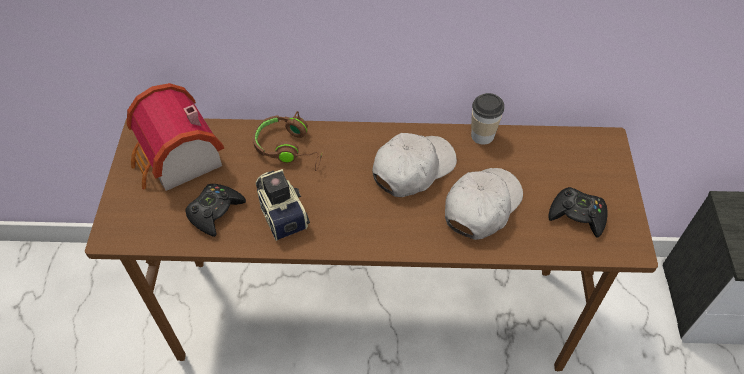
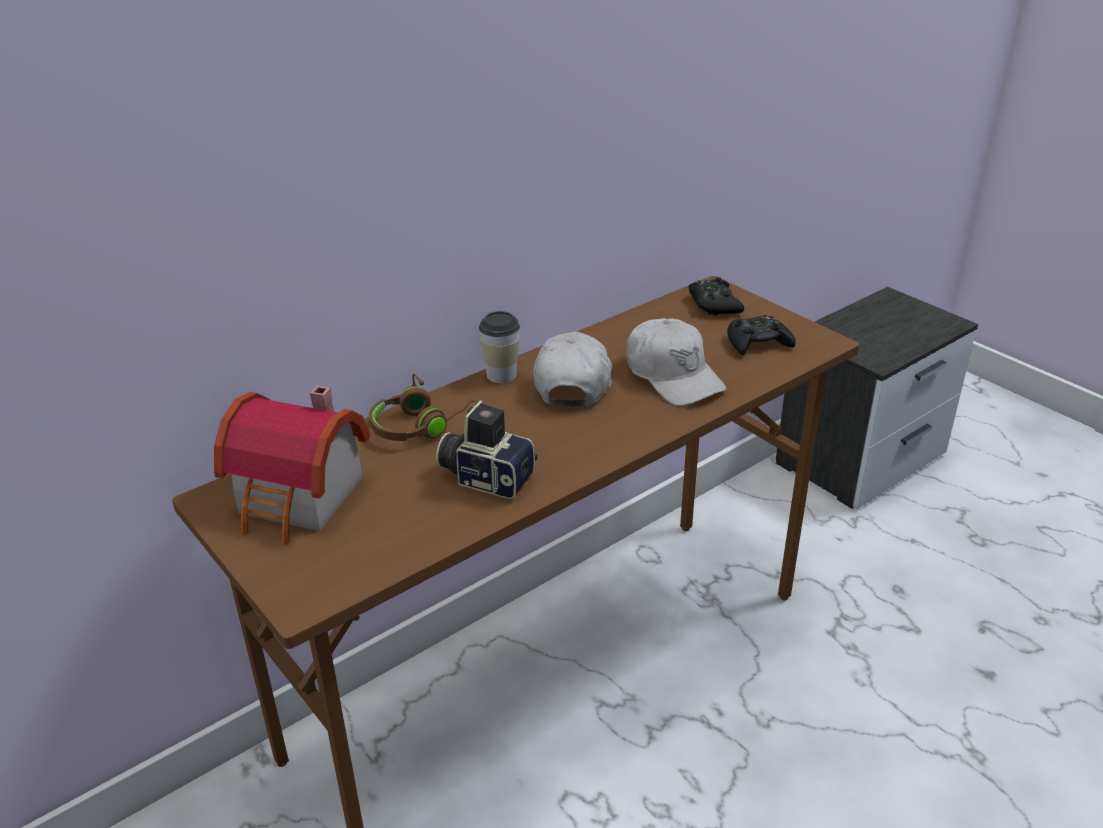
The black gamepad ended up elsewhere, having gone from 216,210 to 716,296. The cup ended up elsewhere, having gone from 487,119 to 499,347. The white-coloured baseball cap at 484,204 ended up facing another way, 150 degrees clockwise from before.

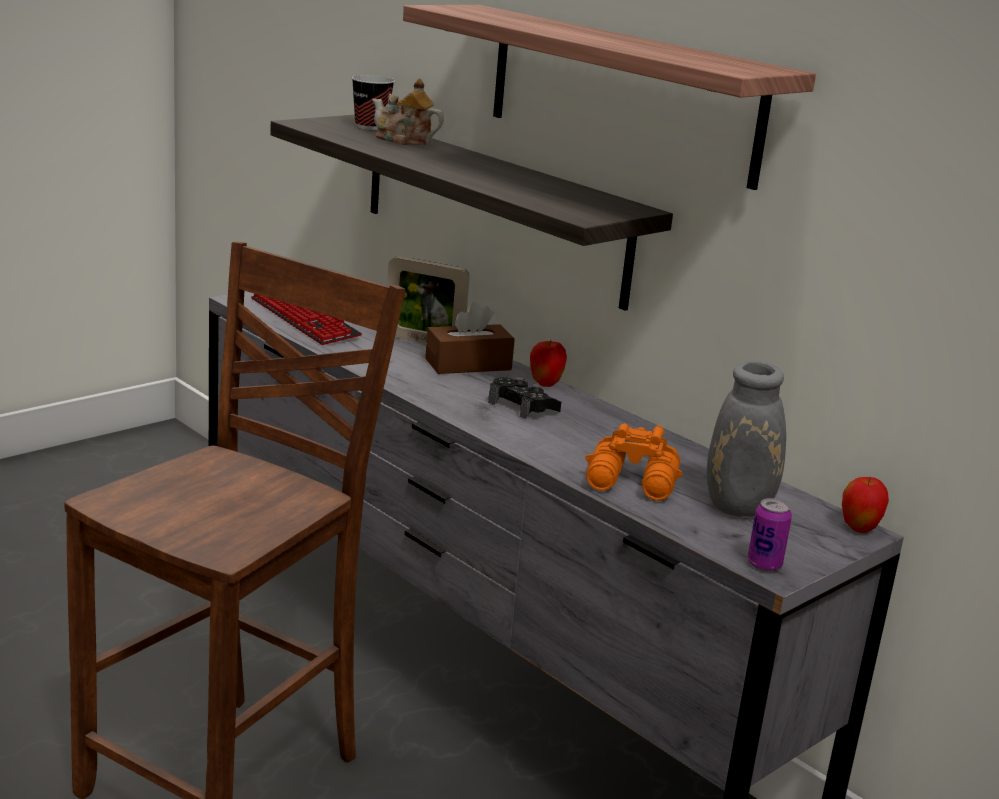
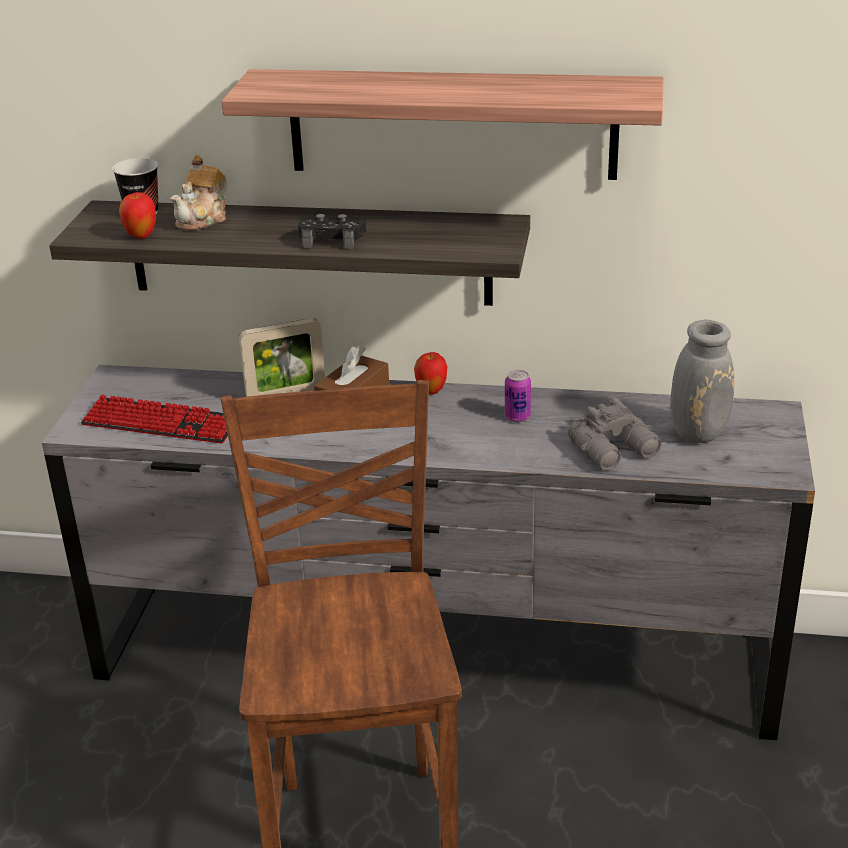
The black gamepad ended up elsewhere, having gone from 524,398 to 332,231. The sealed can ended up elsewhere, having gone from 769,534 to 518,396. The apple ended up elsewhere, having gone from 865,505 to 137,215. What was the orange-coloured field glasses at 634,462 turned into the gray field glasses at 614,433. The pot for tea at 408,111 ended up facing another way, 45 degrees counterclockwise from before.

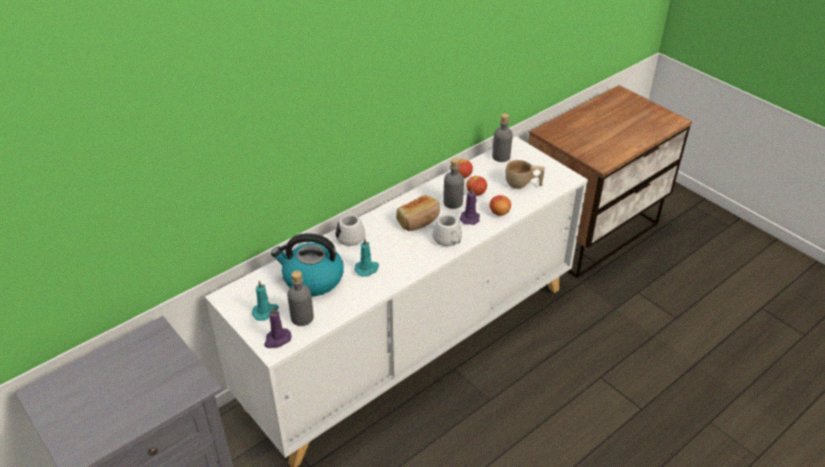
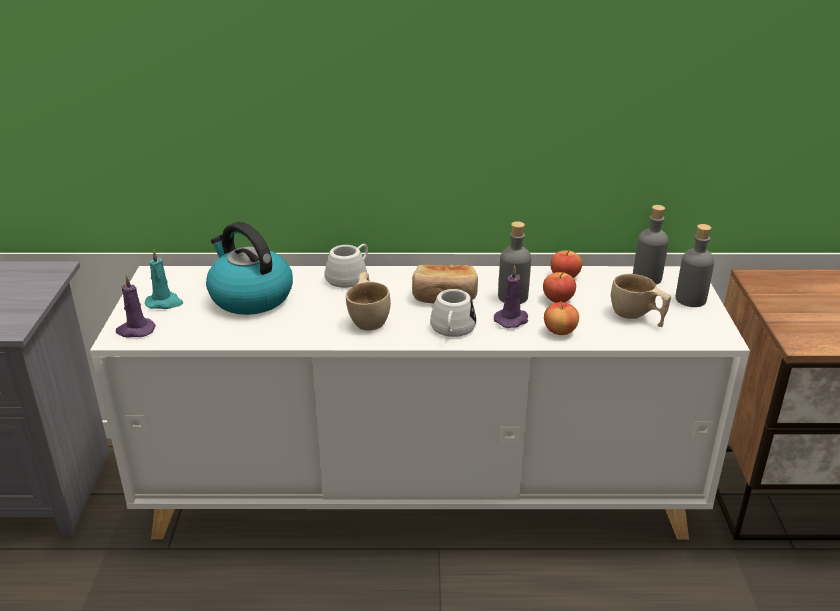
The second view lost the turquoise-coloured wax light at 366,257. The second view gained the sand-coloured cup at 368,301. The gray bottle ended up elsewhere, having gone from 300,298 to 695,265.

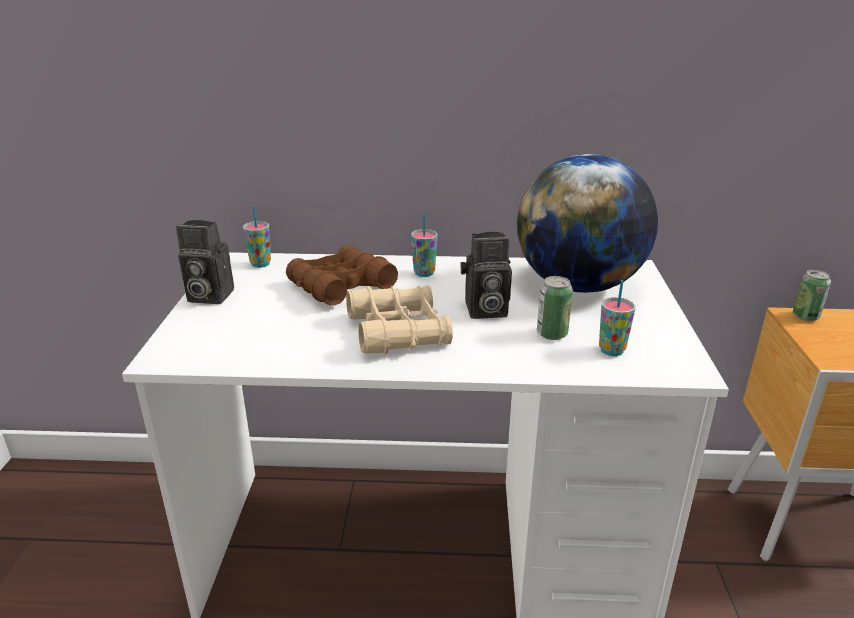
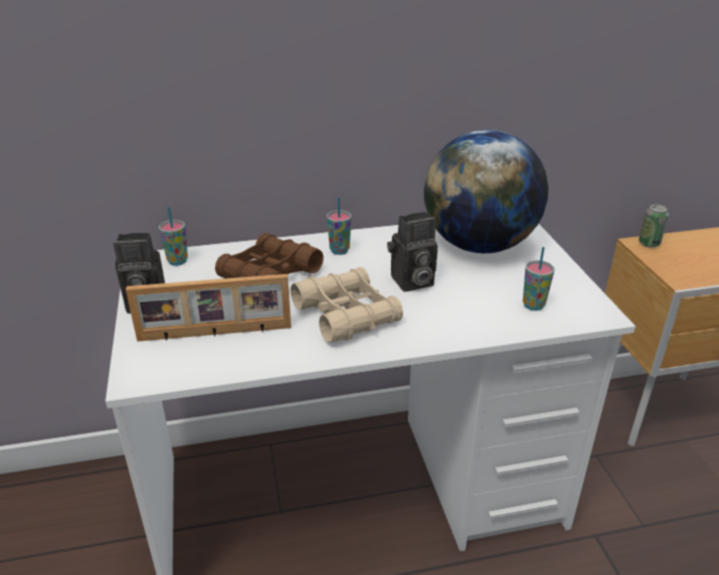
The second view lost the sealed can at 555,308. The second view gained the photo frame at 208,307.

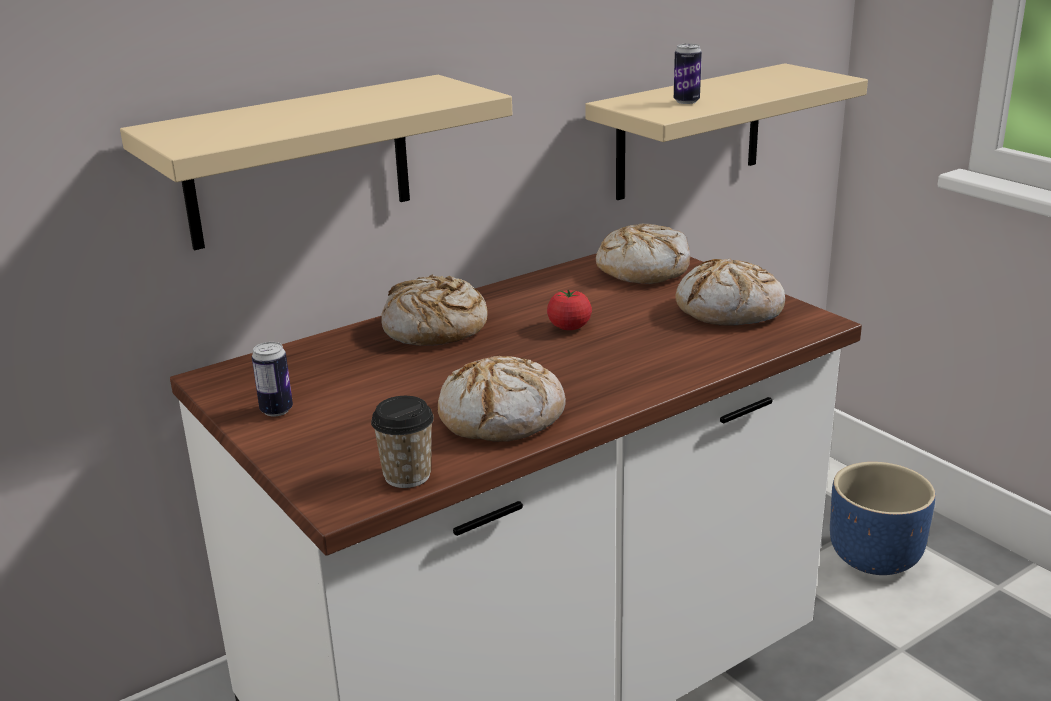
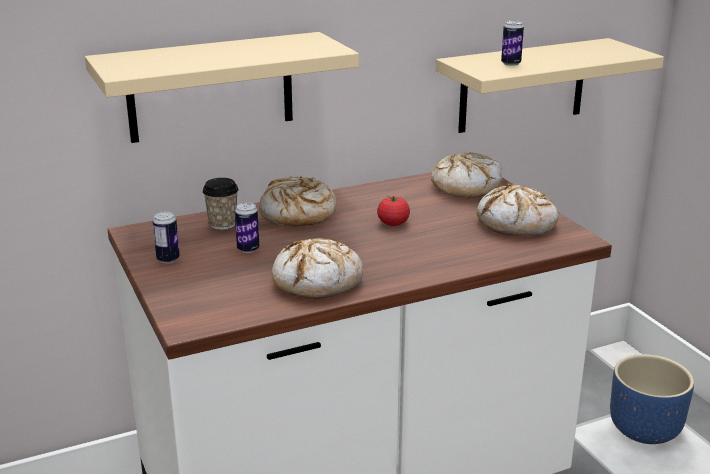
The second view gained the sealed can at 247,227. The cup ended up elsewhere, having gone from 402,442 to 221,204.

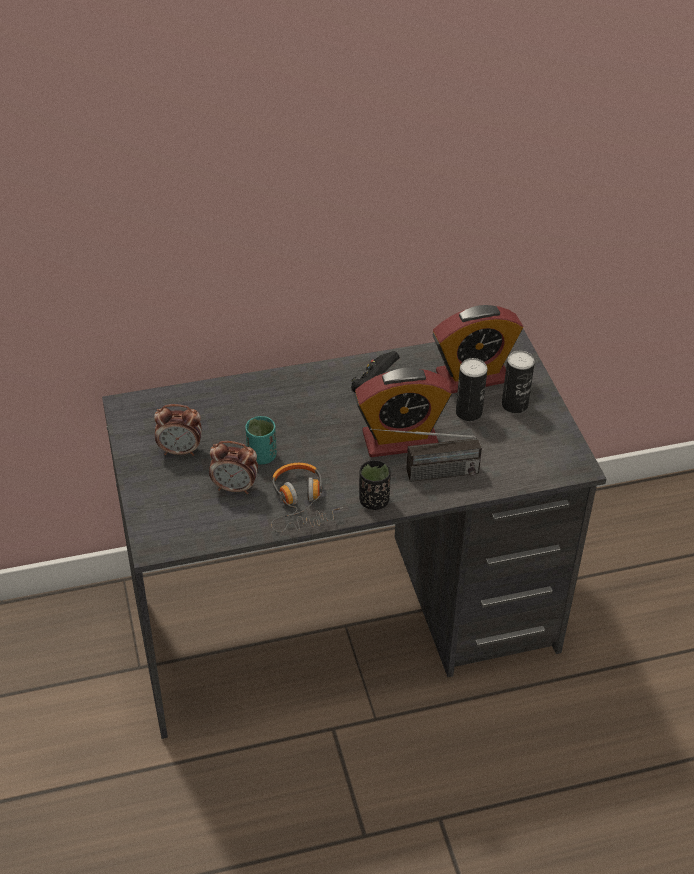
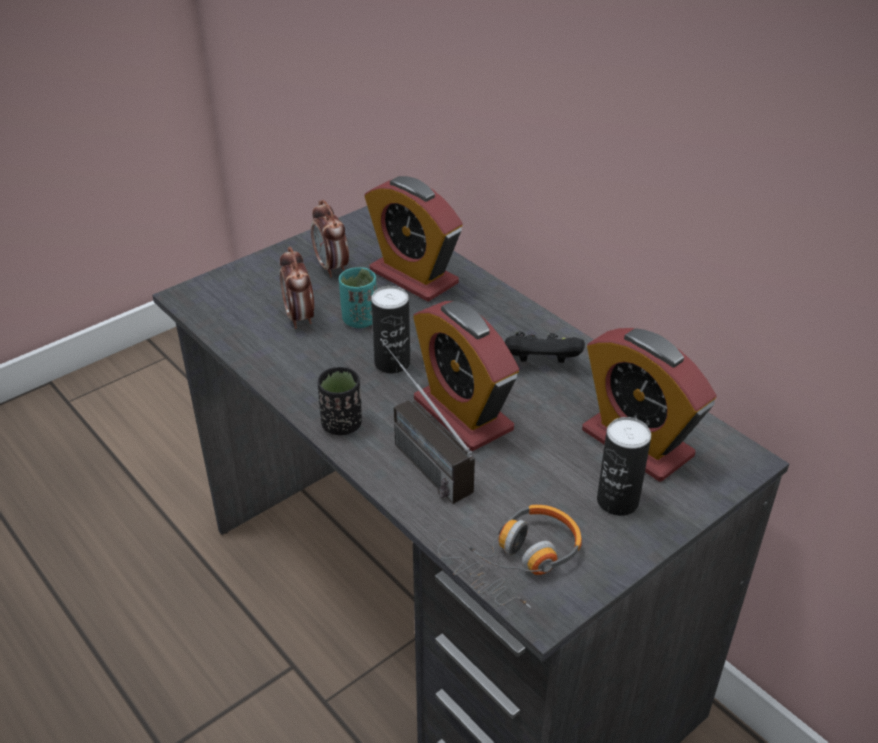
The second view gained the table clock at 413,239. The headset ended up elsewhere, having gone from 307,497 to 509,557. The sealed can ended up elsewhere, having gone from 471,389 to 390,330.

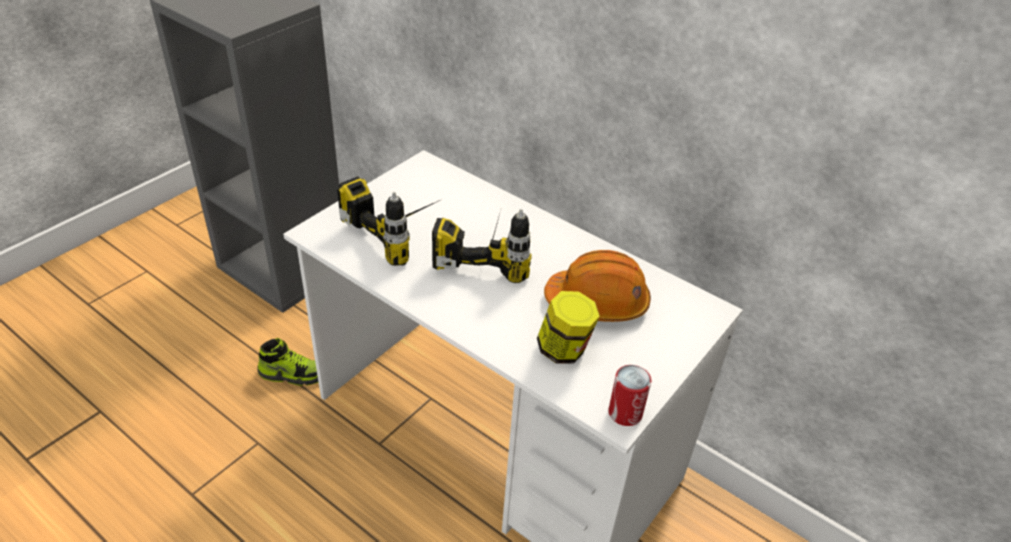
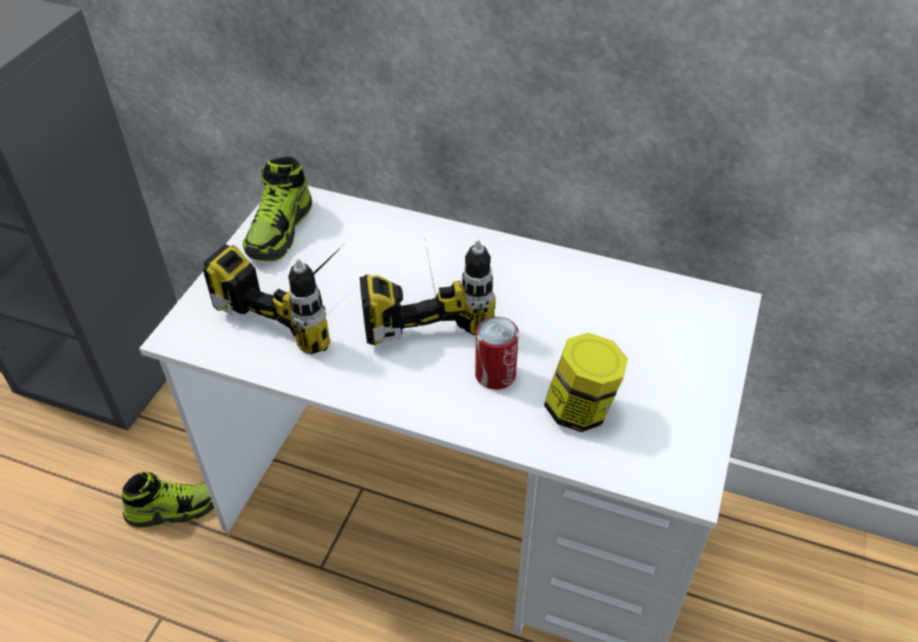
The second view lost the orange-coloured work helmet at 597,286. The second view gained the shoe at 277,209. The sealed can ended up elsewhere, having gone from 629,395 to 497,353.

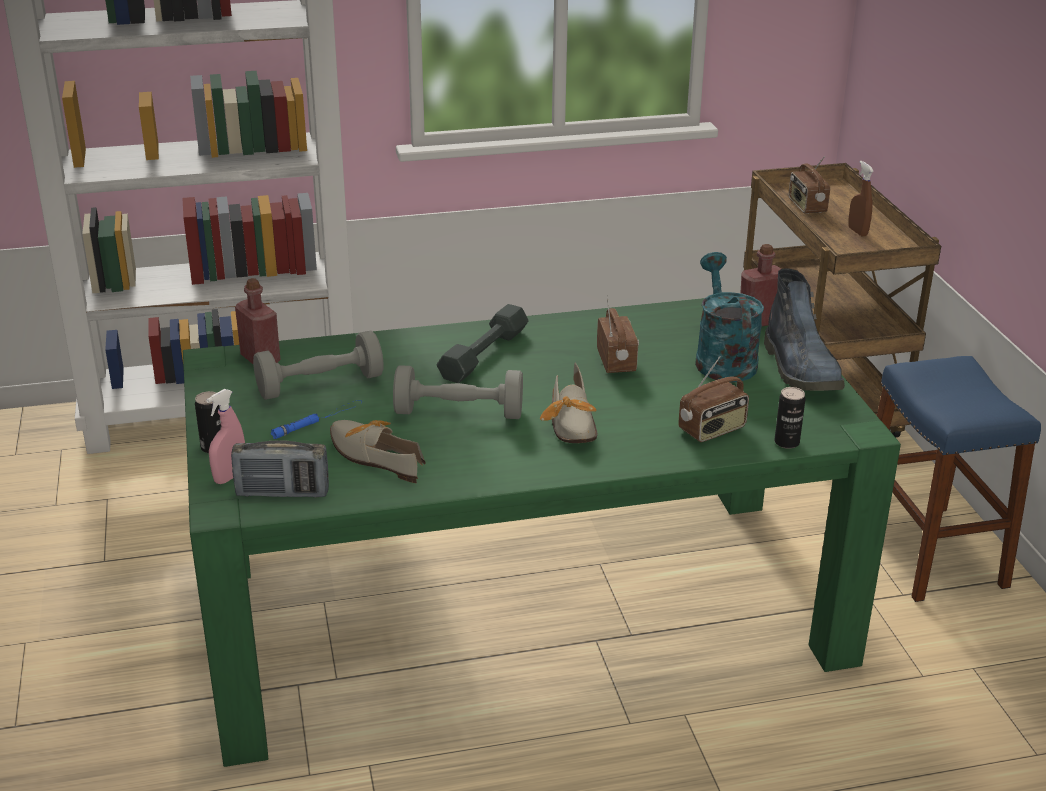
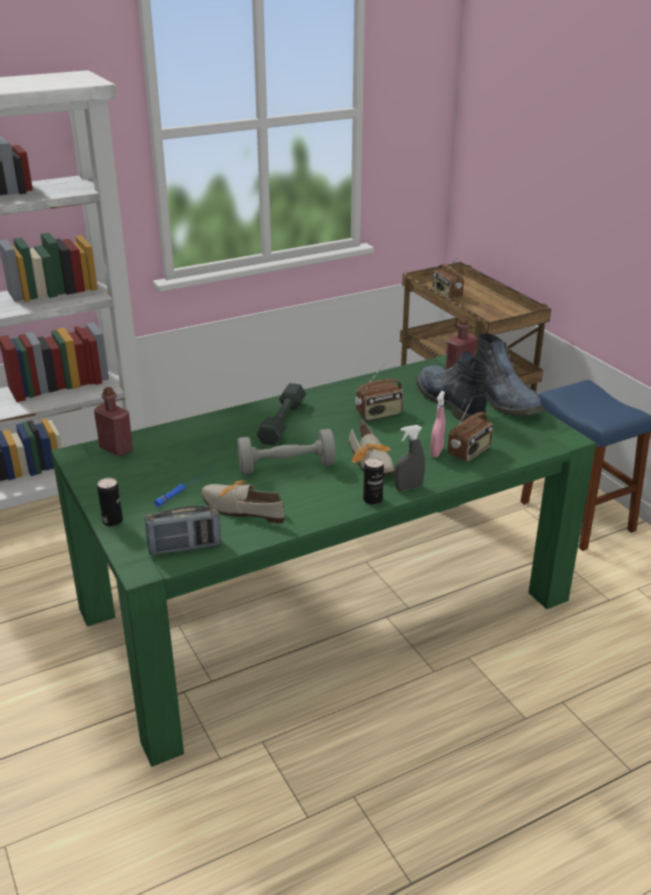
The second view lost the gray hand weight at 318,365. The second view lost the brown sprayer at 861,199. The second view gained the gray sprayer at 410,458. The pink-coloured sprayer ended up elsewhere, having gone from 225,436 to 437,424. The sealed can ended up elsewhere, having gone from 790,418 to 373,481. Where the turquoise-coloured watering pot stood at 729,317, the boot came to stand at 451,386. The radio set at 618,334 ended up facing another way, 90 degrees clockwise from before.

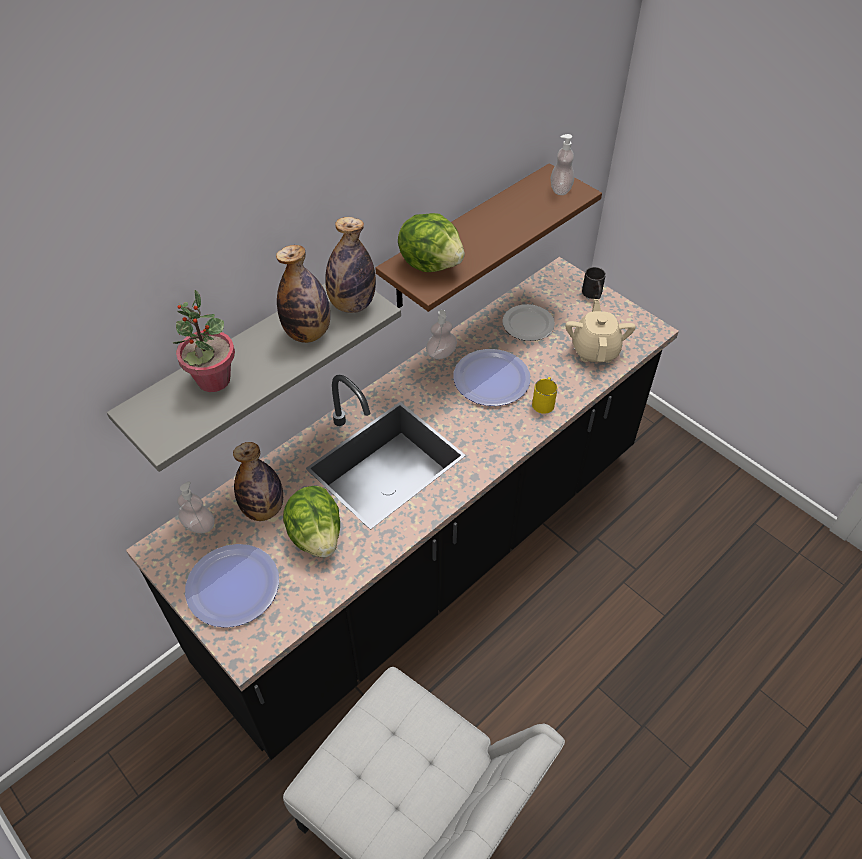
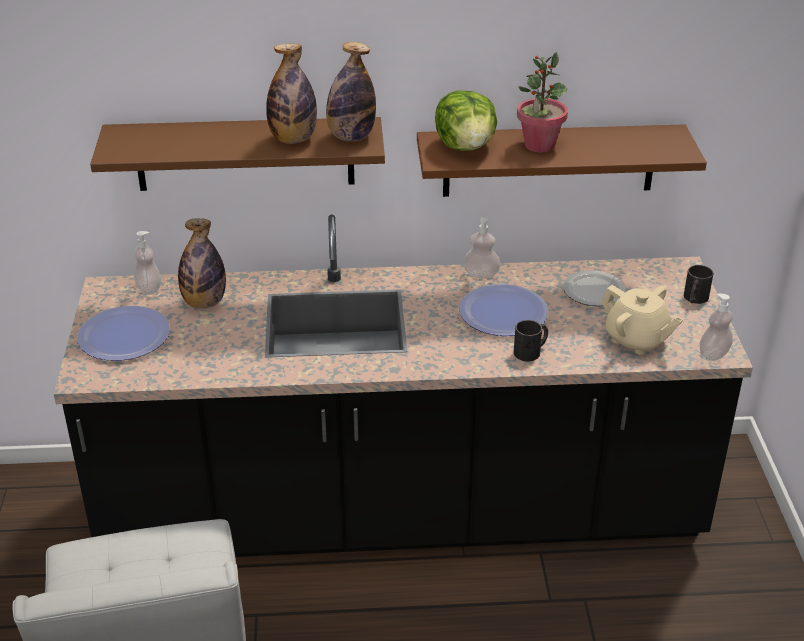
The second view lost the lettuce at 311,521. The potted plant ended up elsewhere, having gone from 203,341 to 542,102. The soap dispenser ended up elsewhere, having gone from 562,164 to 716,327. What was the gray bracket shelf at 254,378 turned into the brown bracket shelf at 237,154. What was the yellow coffee mug at 545,395 turned into the black coffee mug at 531,340. The sand-coloured pot for tea at 600,331 ended up facing another way, 90 degrees clockwise from before.

